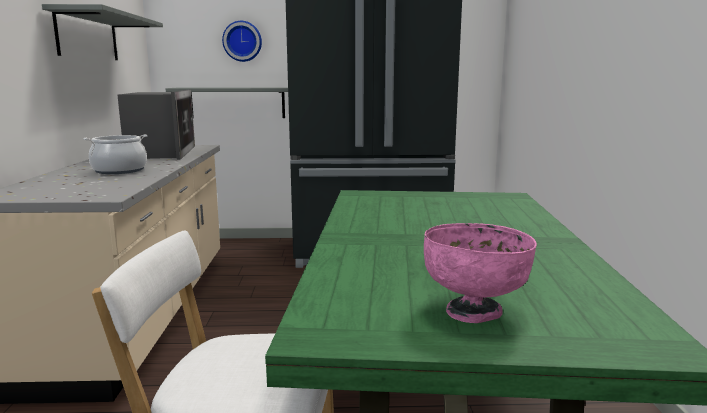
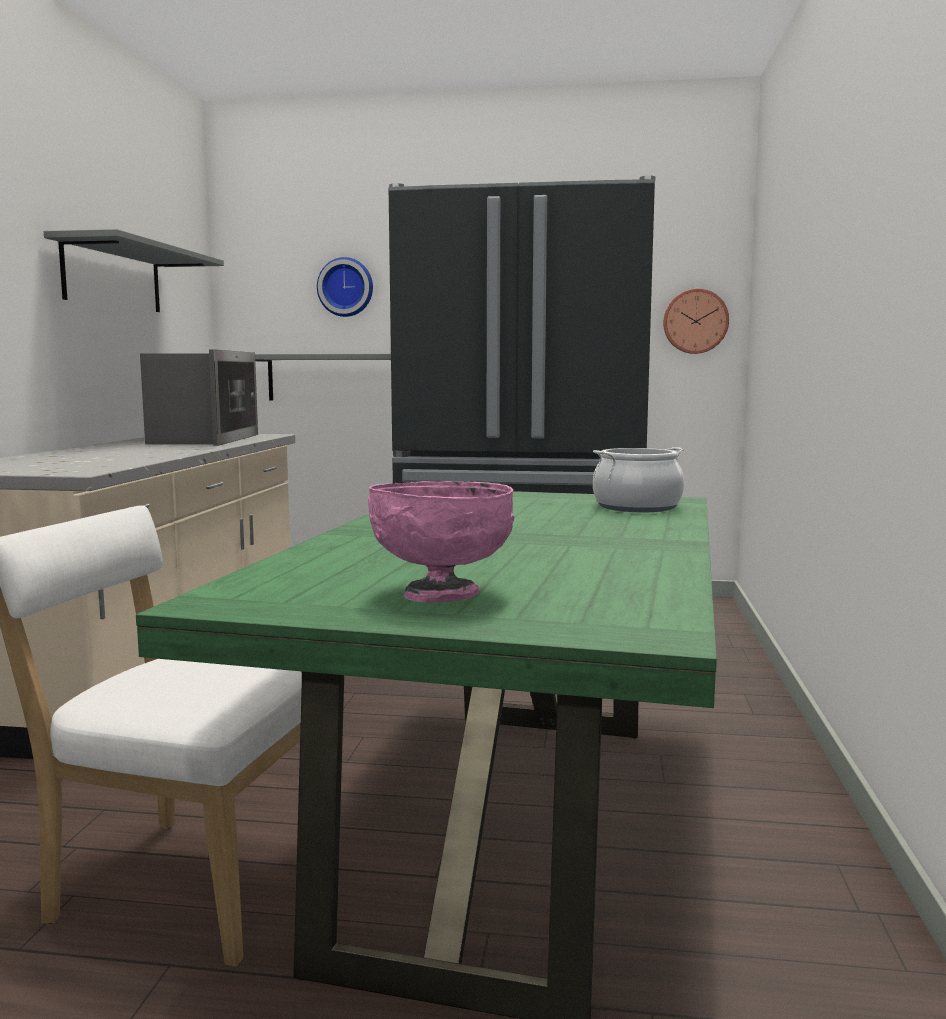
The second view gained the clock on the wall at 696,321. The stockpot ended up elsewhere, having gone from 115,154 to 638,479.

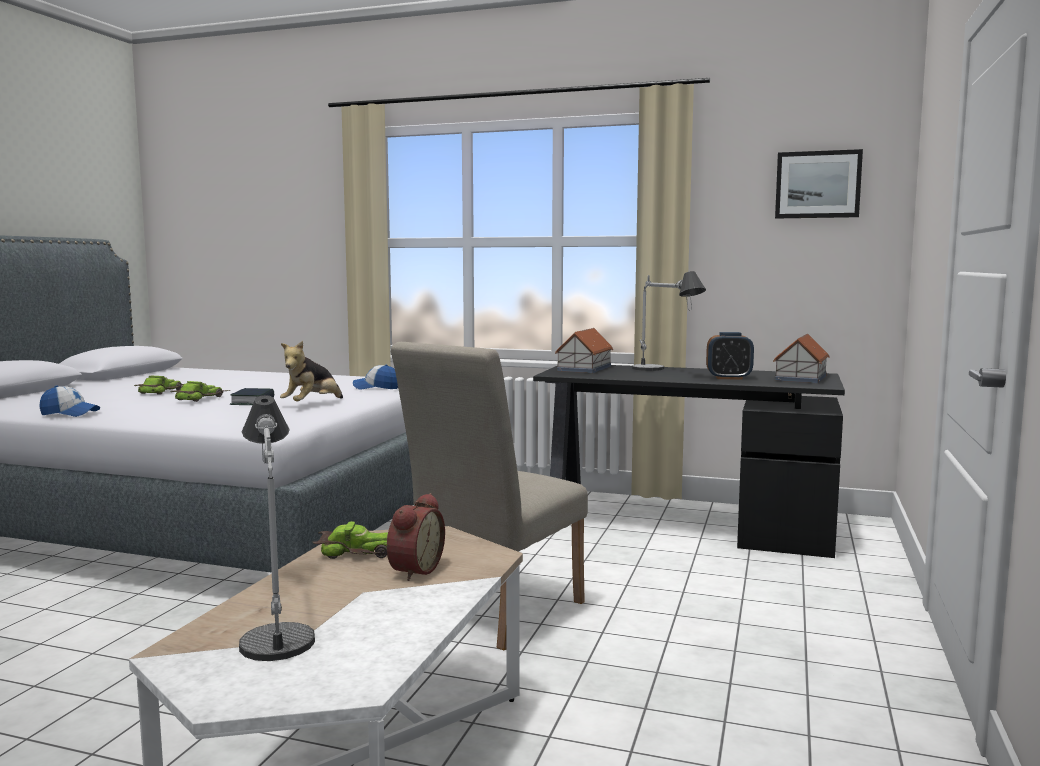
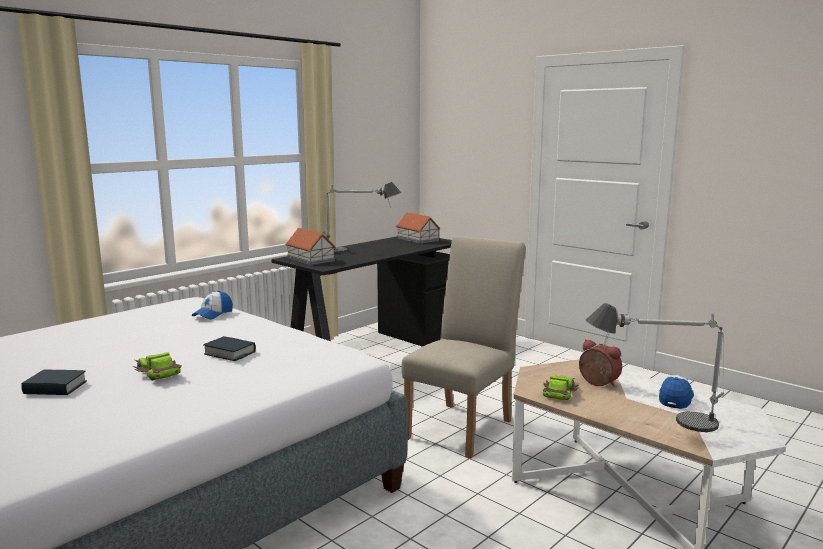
The second view lost the plush toy at 311,371. The second view lost the table clock at 730,356. The second view lost the wall art at 819,184. The baseball cap ended up elsewhere, having gone from 69,401 to 676,392. Where the miniature car stood at 158,385, the book came to stand at 54,382. The sand-coloured chair at 489,496 ended up facing another way, 120 degrees counterclockwise from before.

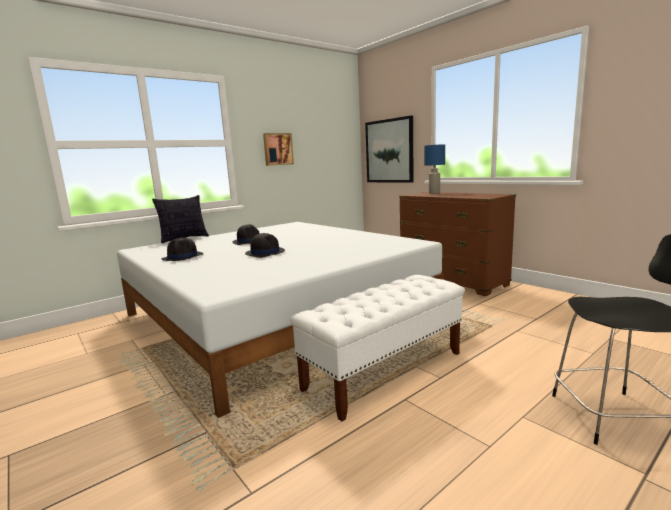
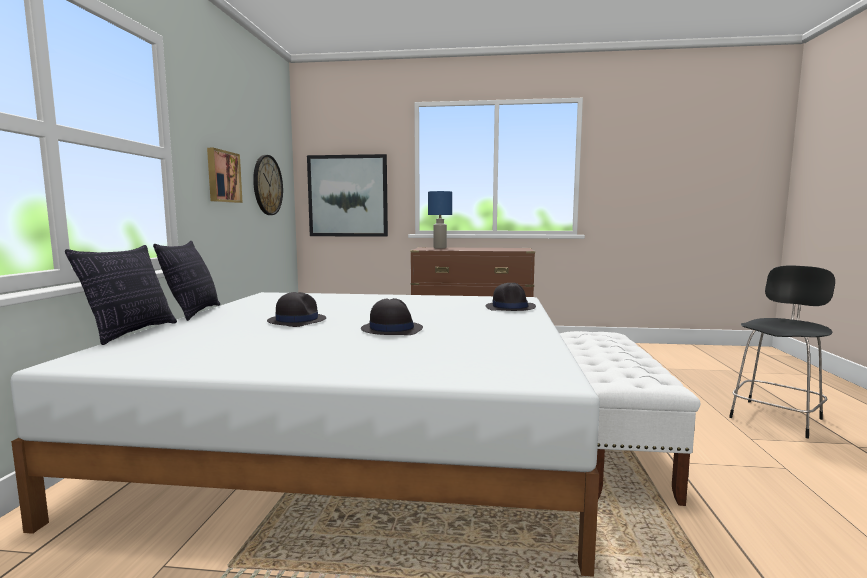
The second view gained the cushion at 186,281. The second view gained the clock on the wall at 268,185. The black hat ended up elsewhere, having gone from 182,249 to 510,297.

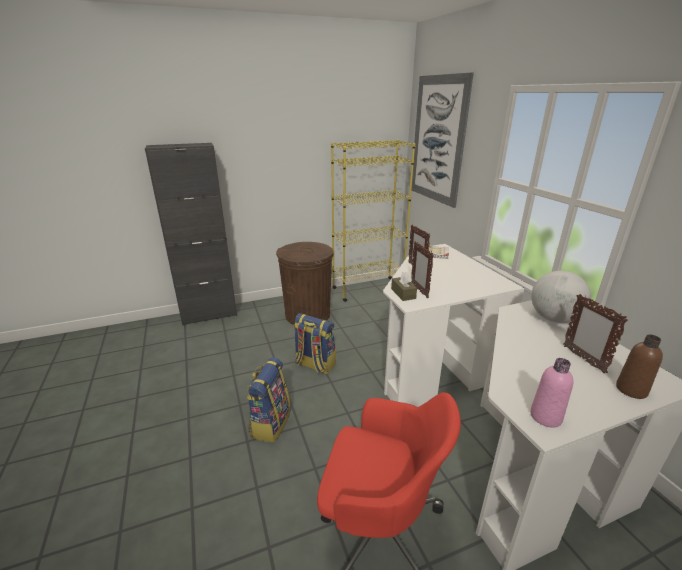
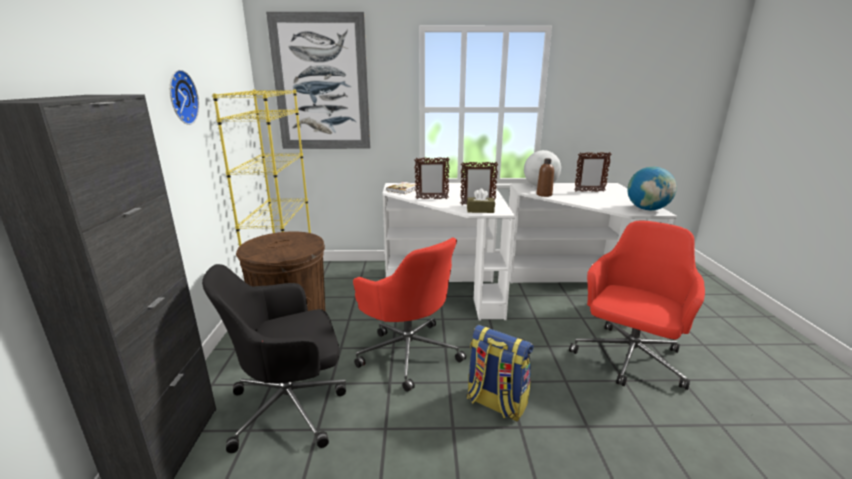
The second view gained the clock on the wall at 184,97. The second view gained the black office chair at 274,358. The brown bottle ended up elsewhere, having gone from 639,367 to 545,177. Where the backpack stood at 315,343, the red-coloured office chair came to stand at 409,315. Where the pink-coloured bottle stood at 552,393, the world globe came to stand at 652,188.

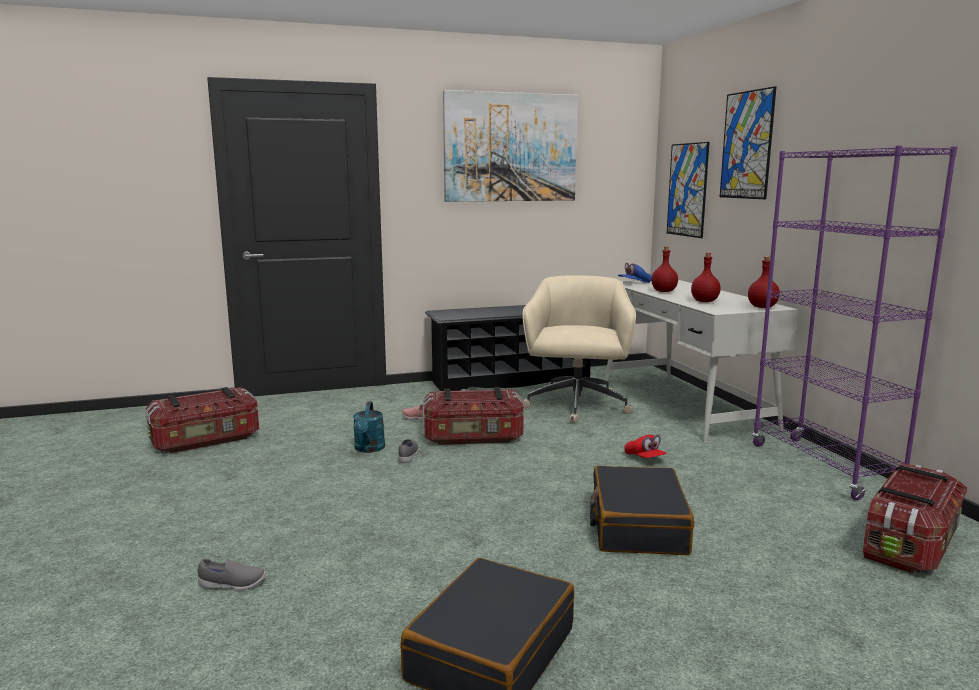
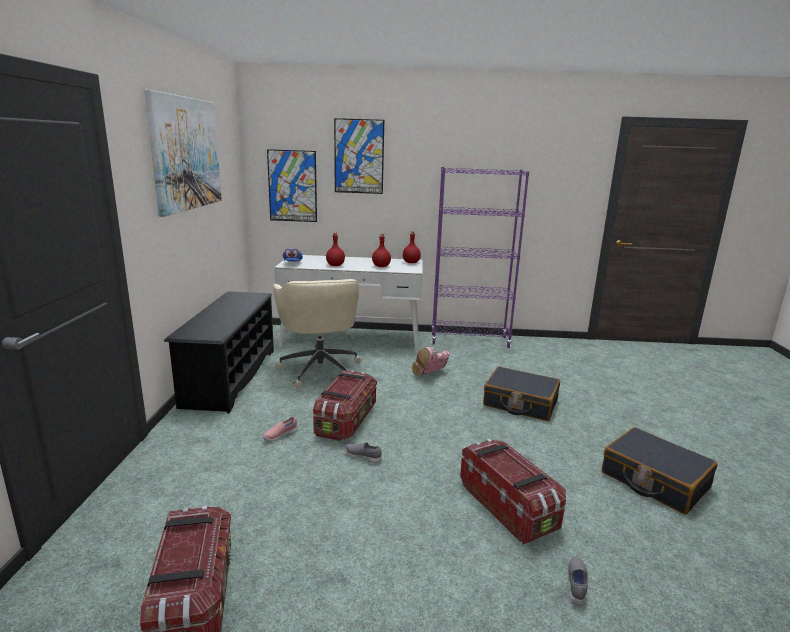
The second view lost the turquoise-coloured watering pot at 369,427. The storage container ended up elsewhere, having gone from 915,517 to 513,491. Where the red-coloured baseball cap stood at 646,446, the pink-coloured boot came to stand at 431,361. The sand-coloured office chair at 579,349 ended up facing another way, 135 degrees counterclockwise from before.

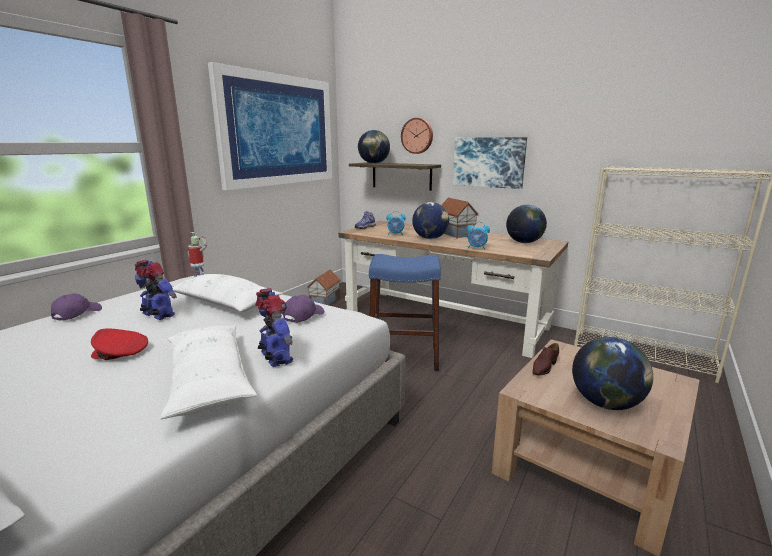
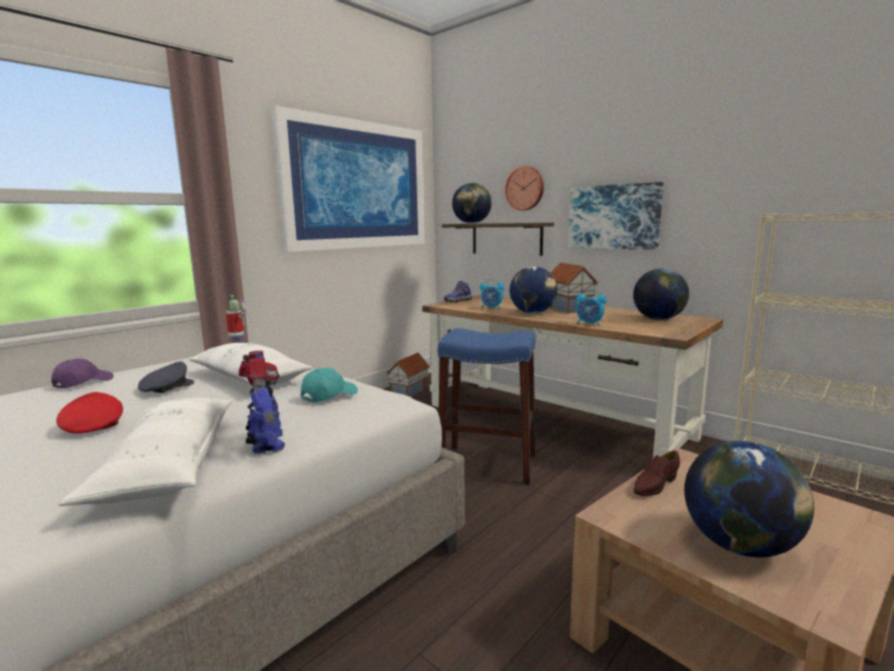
Where the toy robot stood at 156,290, the gray baseball cap came to stand at 166,377. What was the purple baseball cap at 303,309 turned into the turquoise-coloured baseball cap at 329,385. The red-coloured baseball cap at 119,344 ended up facing another way, 45 degrees clockwise from before.

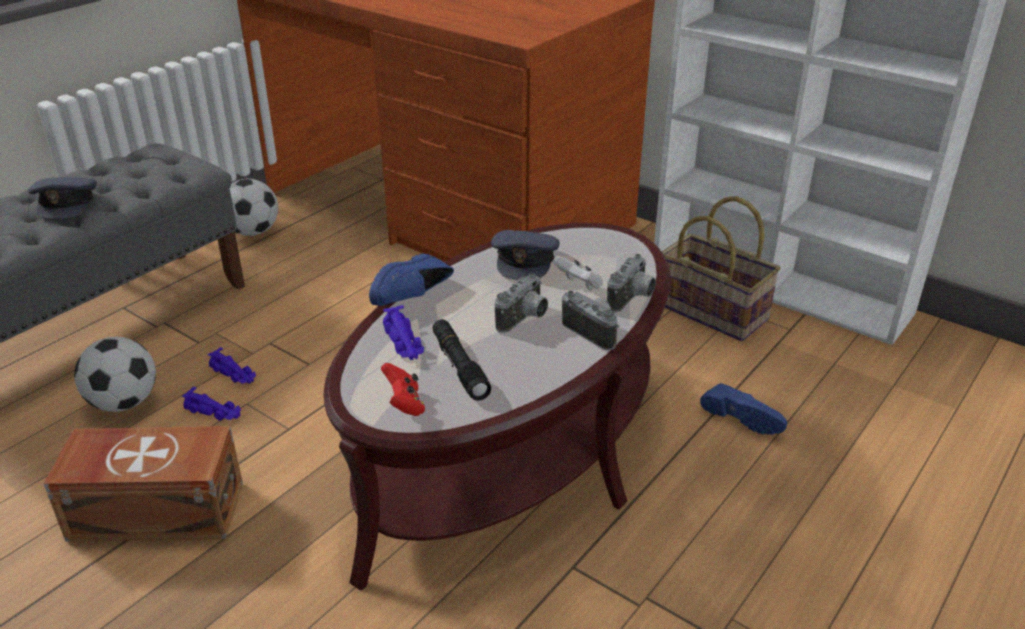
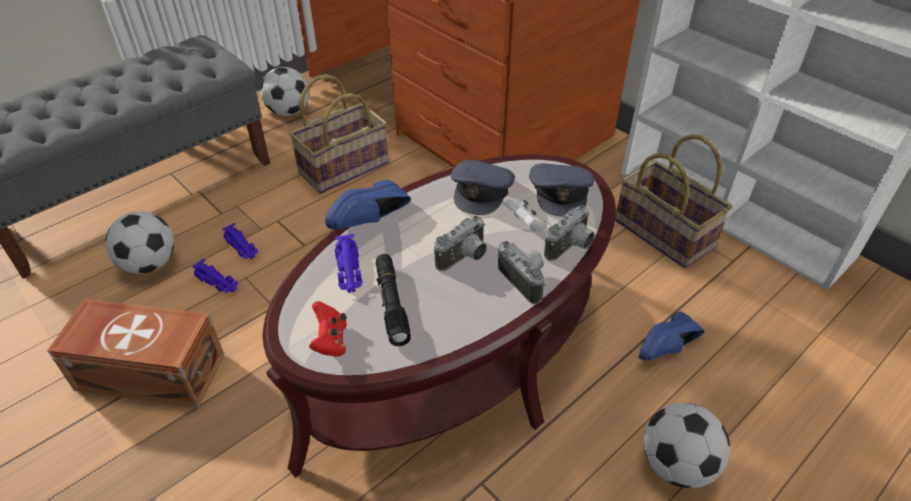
The second view gained the basket at 339,134. The second view gained the football ball at 687,445. The gray baseball cap ended up elsewhere, having gone from 62,198 to 562,190. The blue-coloured shoe at 743,409 ended up facing another way, 90 degrees clockwise from before.

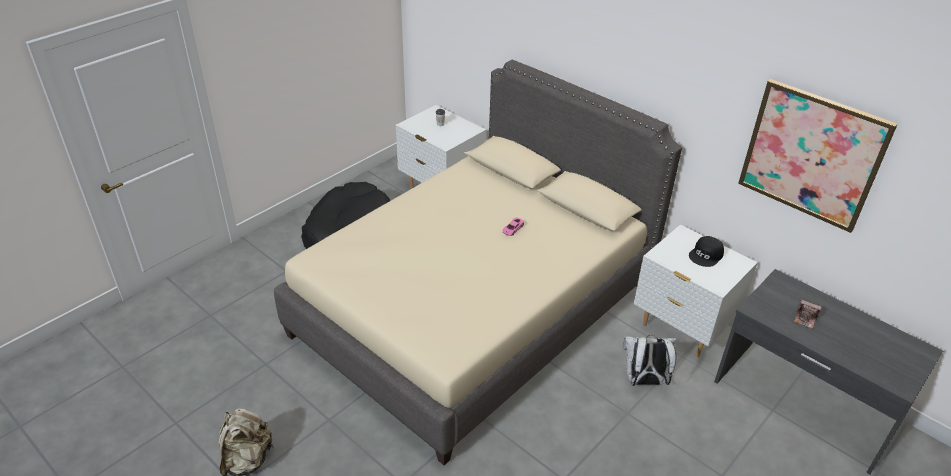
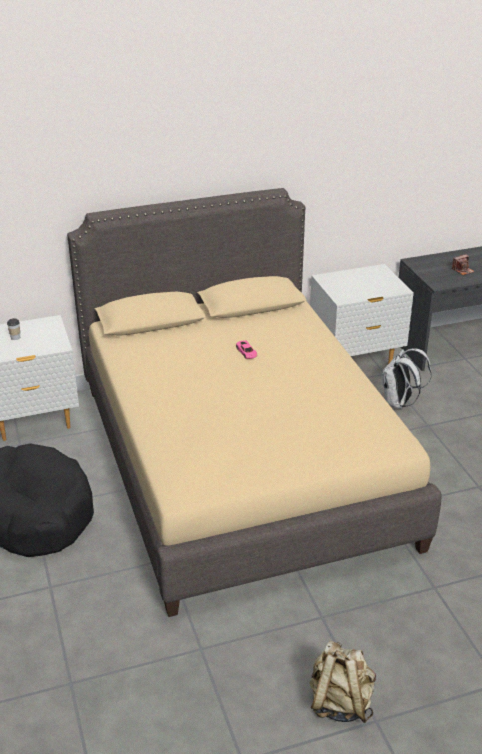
The second view lost the black baseball cap at 706,251. The second view lost the wall art at 818,156.

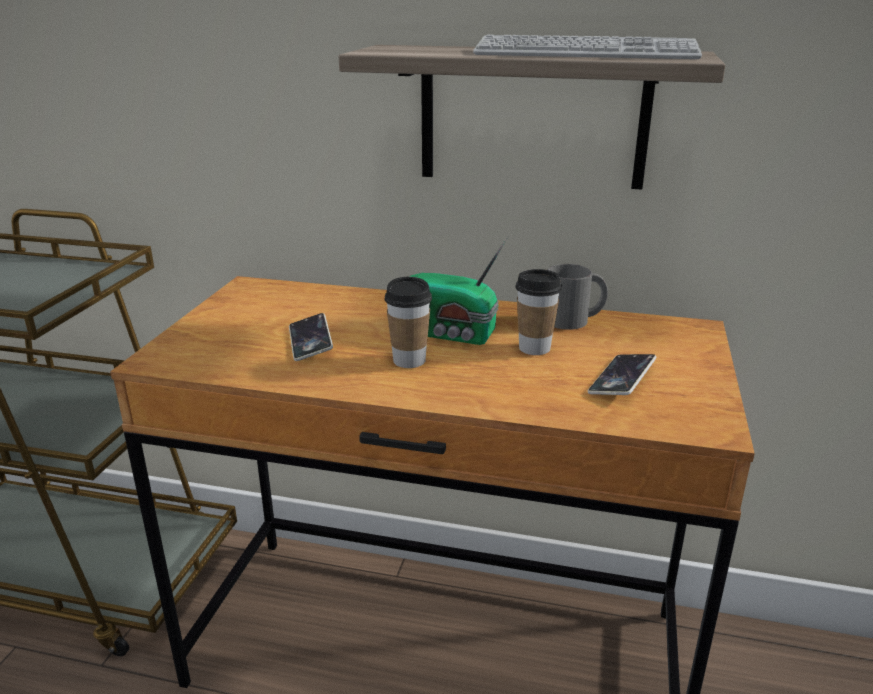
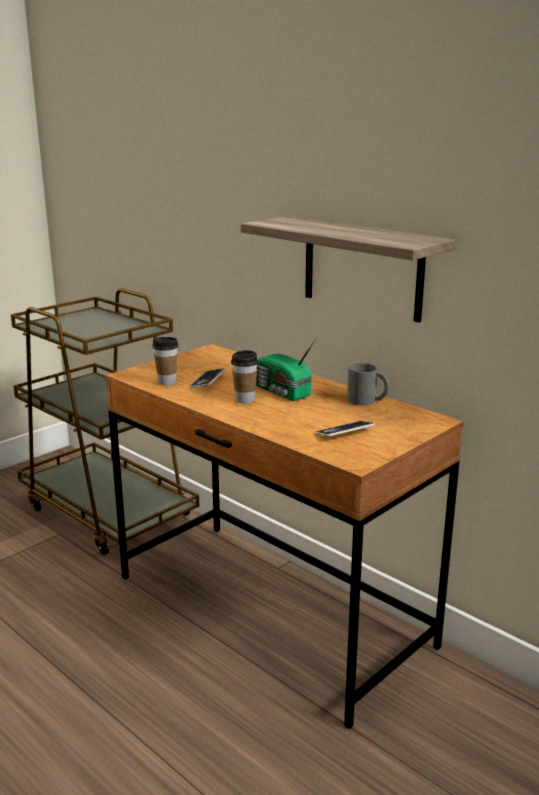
The second view lost the keyboard at 587,46. The cup ended up elsewhere, having gone from 539,312 to 165,361.

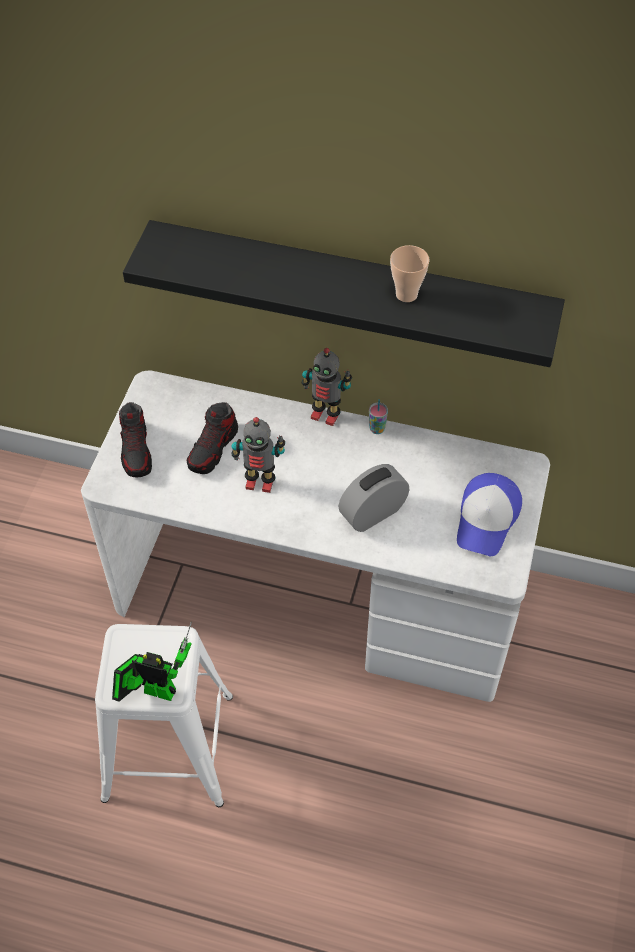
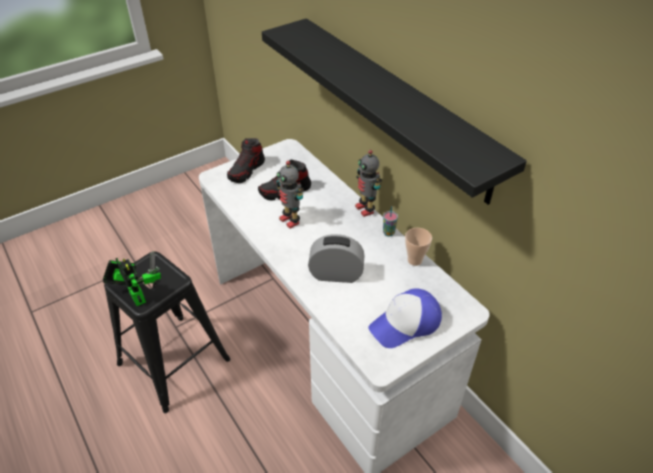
The cup ended up elsewhere, having gone from 410,273 to 418,247. What was the white-coloured stool seat at 164,715 turned into the black stool seat at 167,332.

